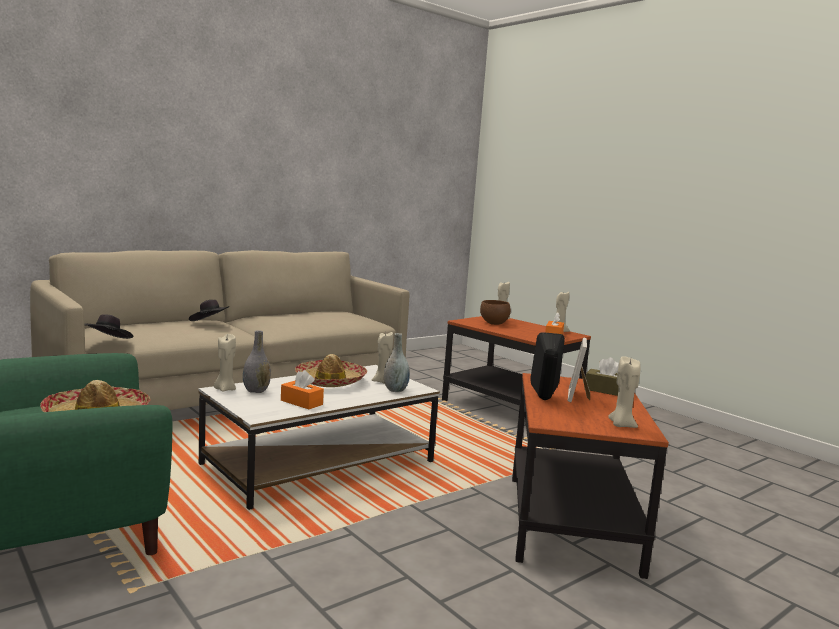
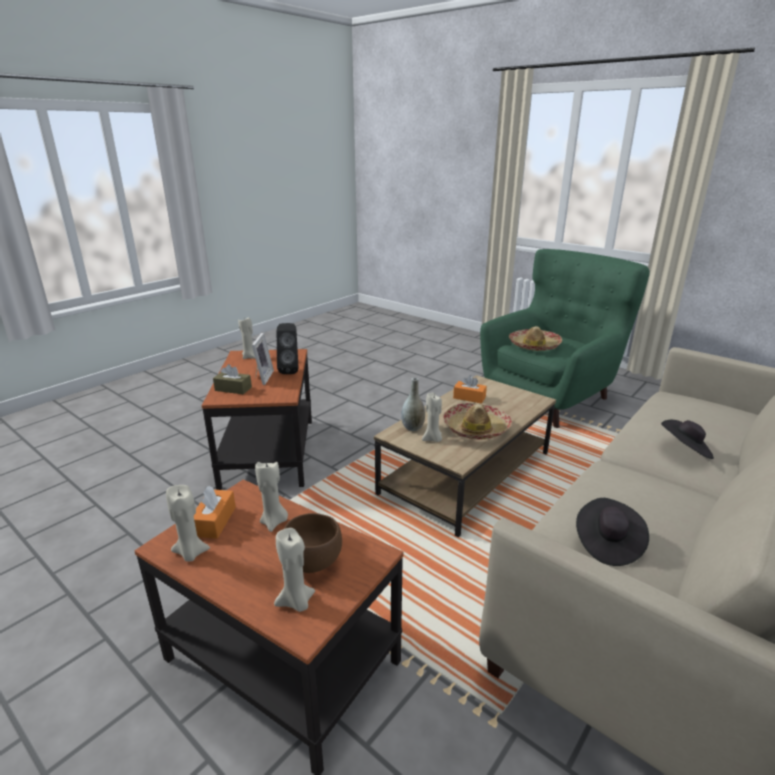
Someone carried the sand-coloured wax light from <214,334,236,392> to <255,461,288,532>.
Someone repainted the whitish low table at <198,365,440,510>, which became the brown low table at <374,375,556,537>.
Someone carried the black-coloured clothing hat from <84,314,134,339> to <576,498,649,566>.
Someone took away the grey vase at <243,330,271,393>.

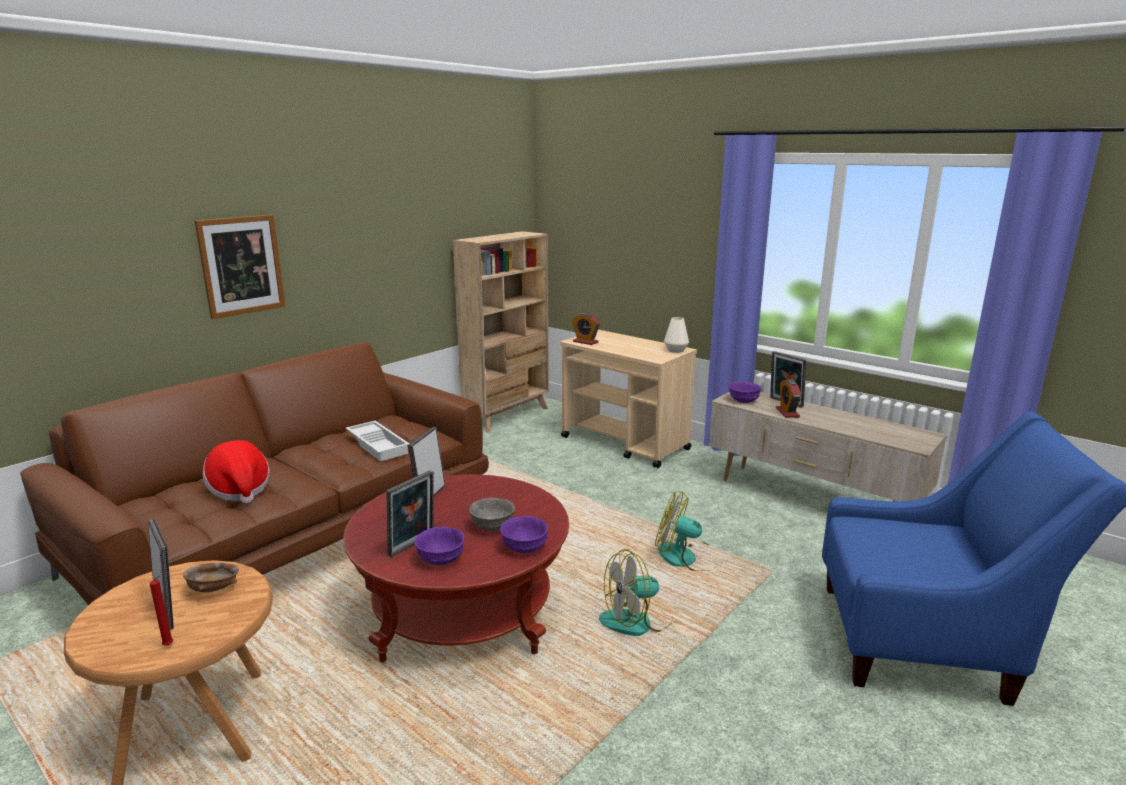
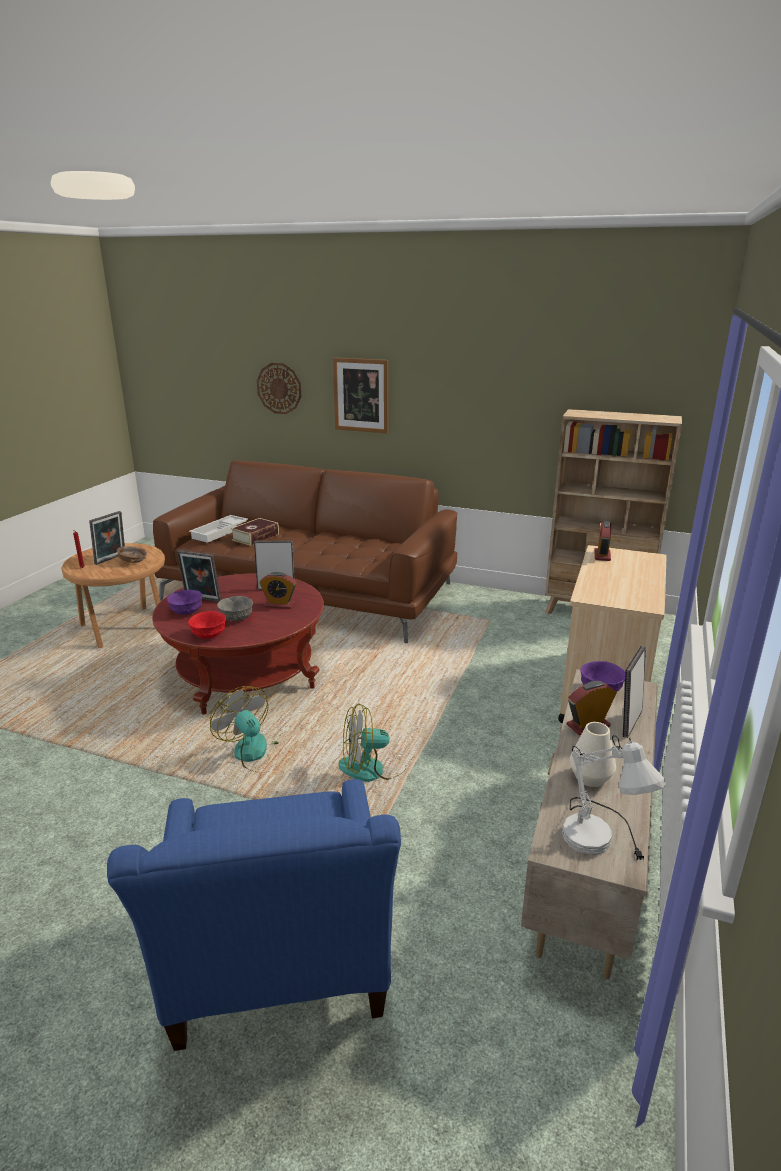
Someone repainted the purple bowl at <500,516,548,553>, which became the red bowl at <188,611,226,639>.
Someone carried the whitish carrying tray from <346,421,410,462> to <189,515,248,543>.
Someone swapped the clothing hat at <203,440,270,503> for the volume at <231,518,279,546>.
Someone put up the hanging clock at <257,363,302,414>.
Someone put down the alarm clock at <260,572,296,609>.
Someone rotated the electric fan at <655,491,710,571> by 105 degrees counterclockwise.
Someone put down the whitish table lamp at <562,735,666,863>.
Someone carried the whitish vase from <664,317,689,353> to <569,722,616,787>.

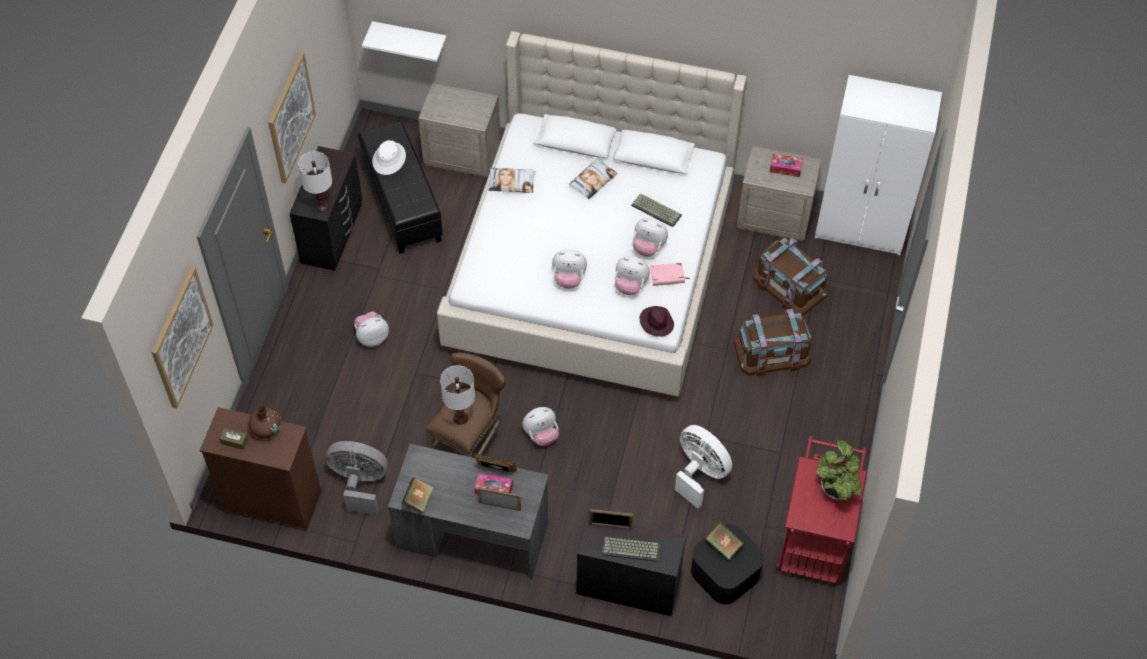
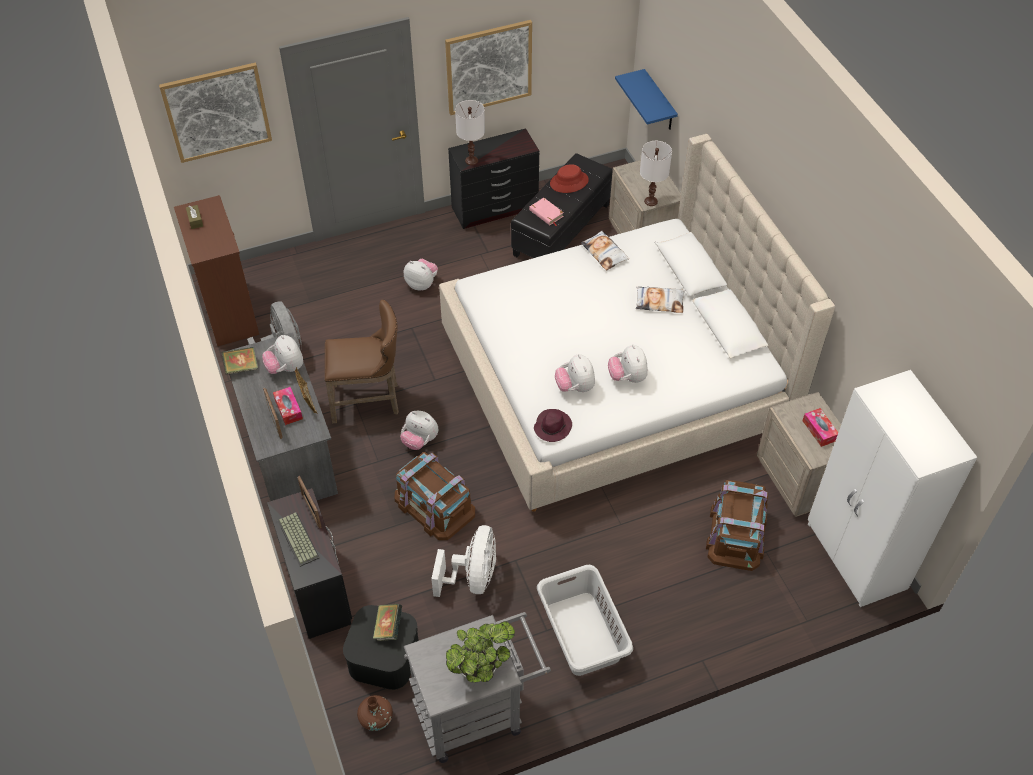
Someone carried the soft toy from <552,249,587,289> to <262,335,303,374>.
Someone carried the brown vase from <249,405,281,439> to <357,695,393,731>.
Someone carried the brown storage container from <734,309,812,376> to <395,452,475,540>.
Someone repainted the red cart at <776,436,867,584>, which became the grey cart at <404,612,551,763>.
Someone carried the pink-coloured volume from <650,263,689,286> to <529,198,564,226>.
Someone put down the grey laundry basket at <537,565,633,676>.
Someone repainted the whitish clothing hat at <372,140,406,175>, which became the red clothing hat at <550,164,589,193>.
Someone repainted the whitish bracket shelf at <362,21,446,62>, which became the blue-coloured bracket shelf at <615,69,678,130>.
Someone carried the whitish table lamp from <440,365,475,425> to <640,141,672,206>.
Someone took away the keyboard at <631,194,682,227>.

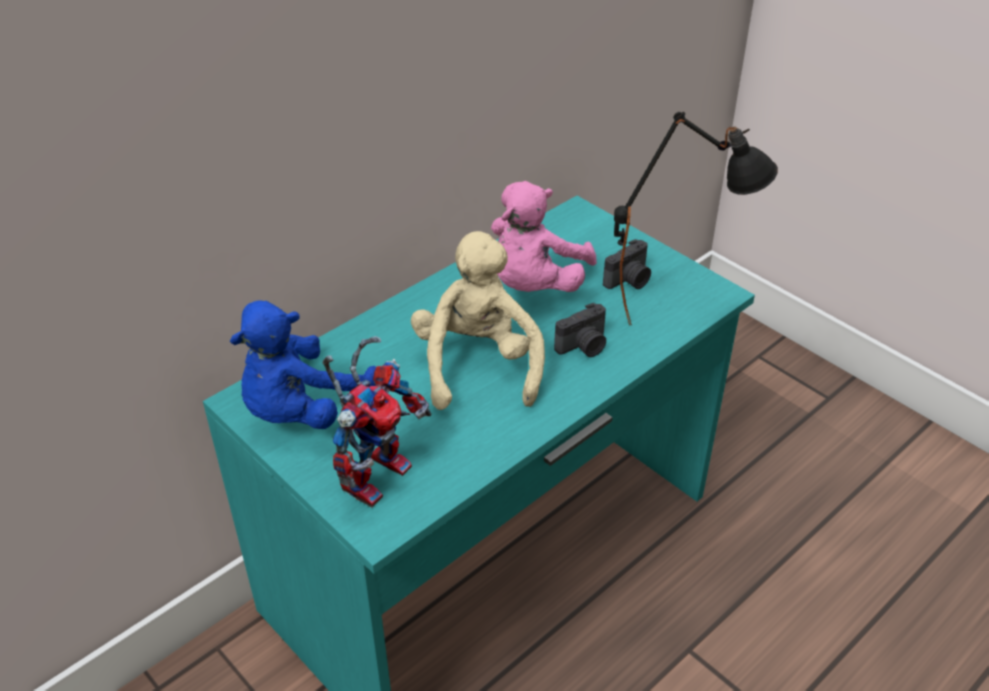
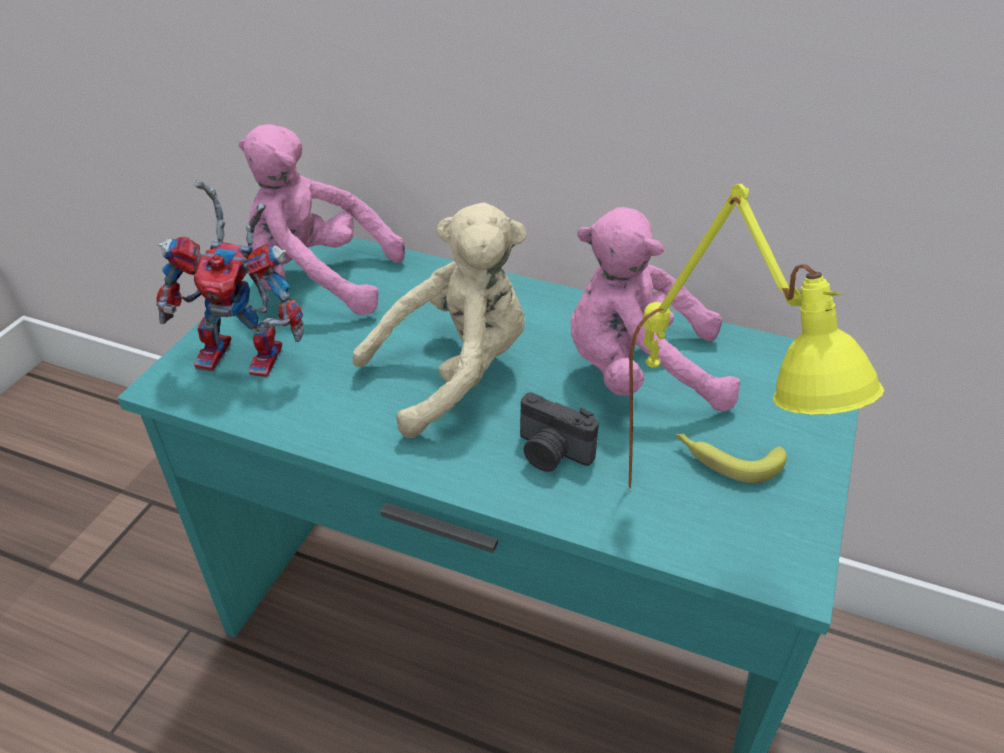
Someone repainted the blue-coloured soft toy at <230,300,376,429>, which became the pink-coloured soft toy at <239,124,405,315>.
Someone repainted the black-coloured table lamp at <614,111,778,325>, which became the yellow table lamp at <629,184,884,489>.
Someone swapped the still camera at <603,239,651,289> for the whole banana at <675,433,787,483>.

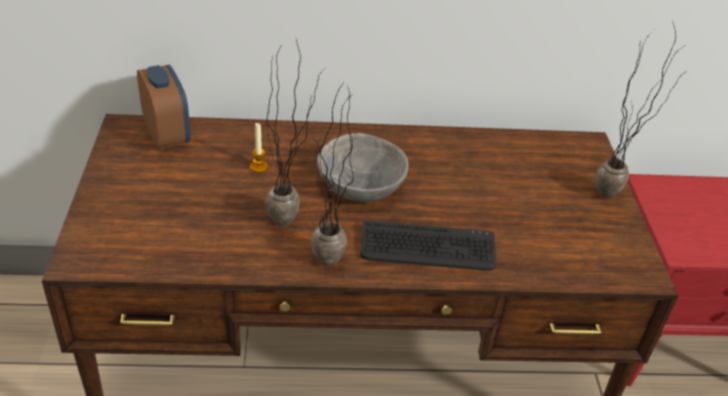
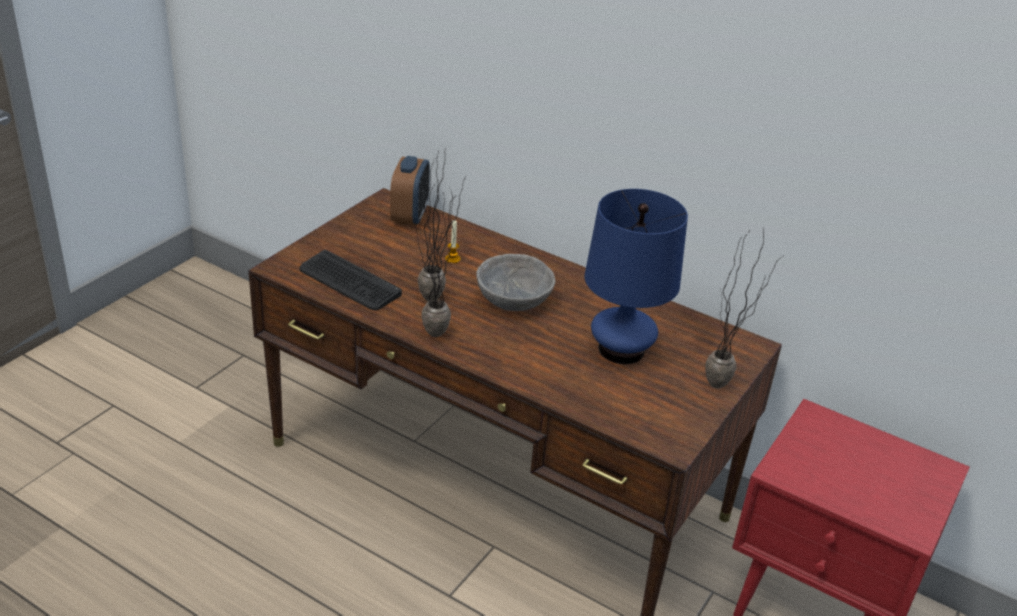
Someone carried the keyboard from <360,220,496,271> to <300,250,402,310>.
Someone put down the blue-coloured table lamp at <585,189,688,364>.

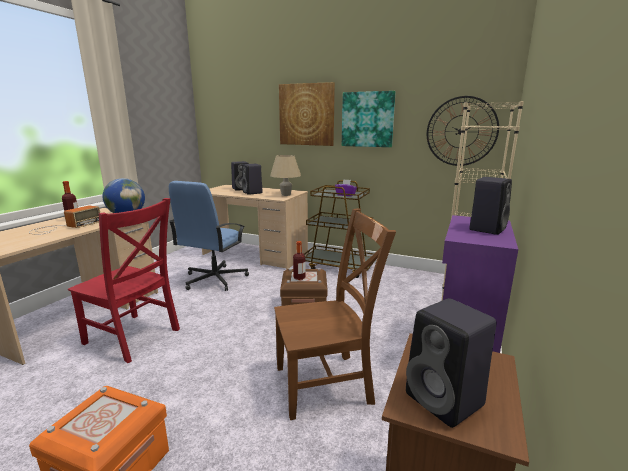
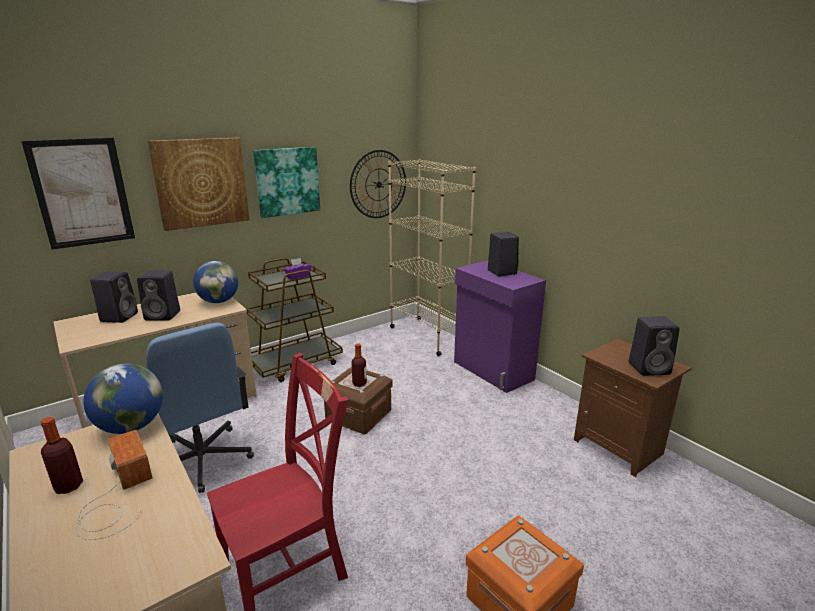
Someone put up the wall art at <21,137,135,249>.
Someone swapped the sand-coloured table lamp at <270,155,301,196> for the globe at <193,261,238,303>.
Someone took away the brown upright chair at <274,208,396,420>.

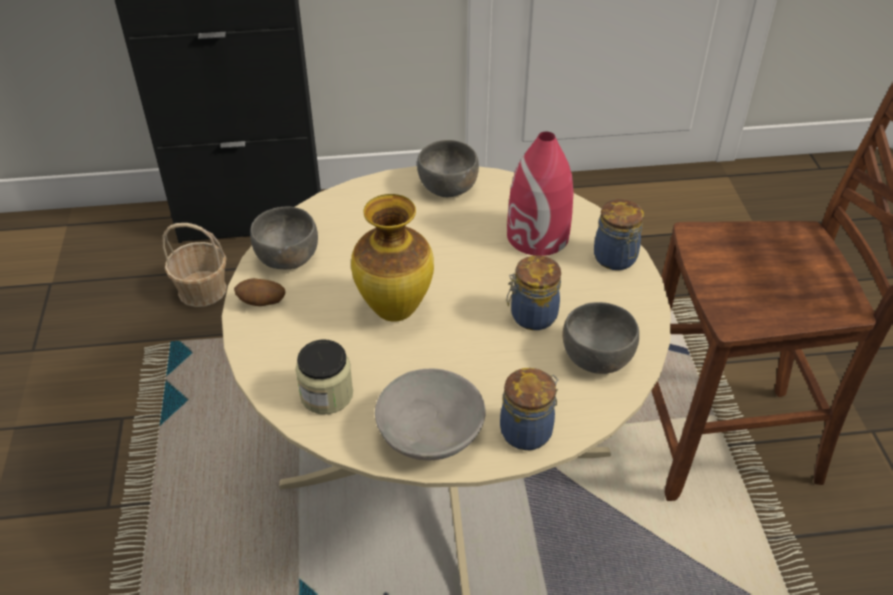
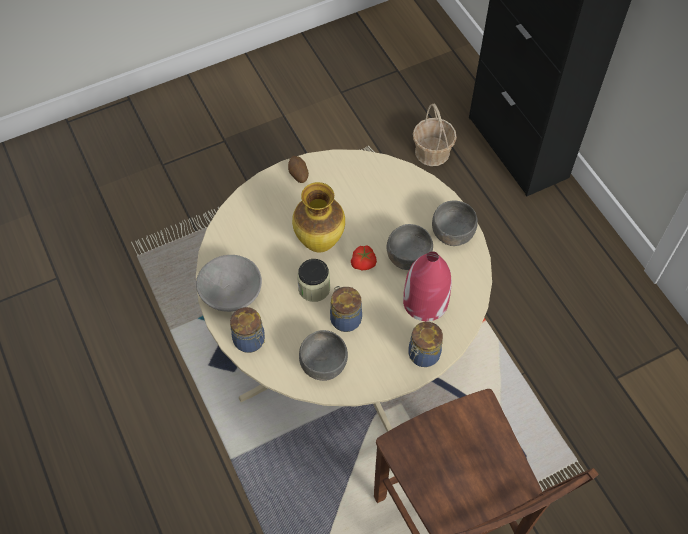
Someone carried the storage jar from <295,340,353,414> to <297,259,330,302>.
Someone put down the whole tomato at <351,245,377,270>.
Someone carried the grey bowl from <250,207,318,269> to <387,224,433,270>.

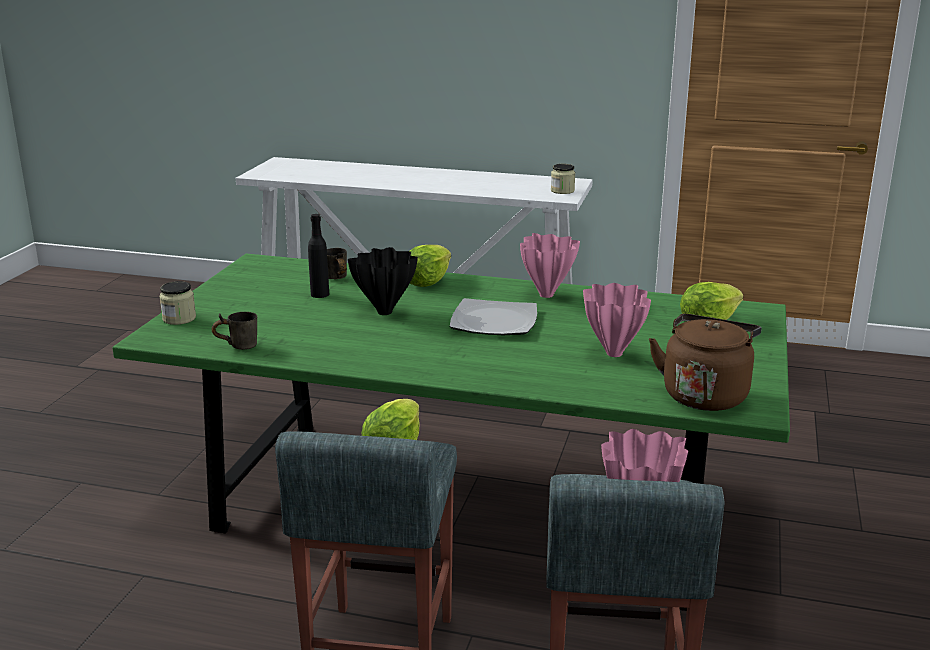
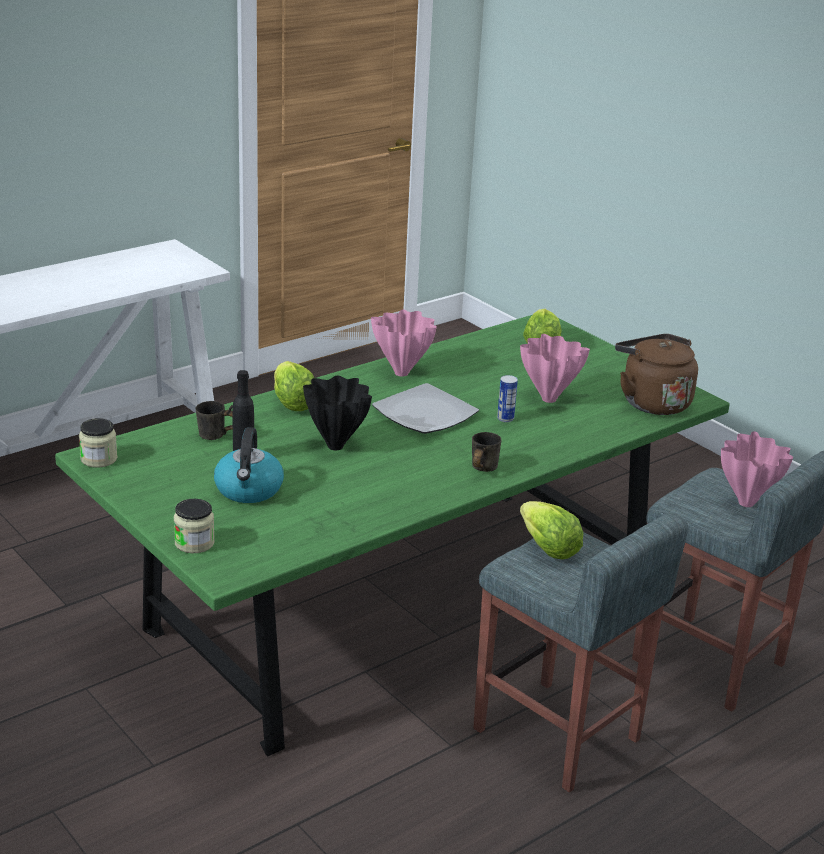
Someone carried the storage jar from <551,164,575,194> to <79,418,117,468>.
Someone put down the water kettle at <214,427,284,503>.
Someone carried the grey mug from <212,312,257,350> to <472,432,501,472>.
Someone put down the can at <497,375,518,422>.

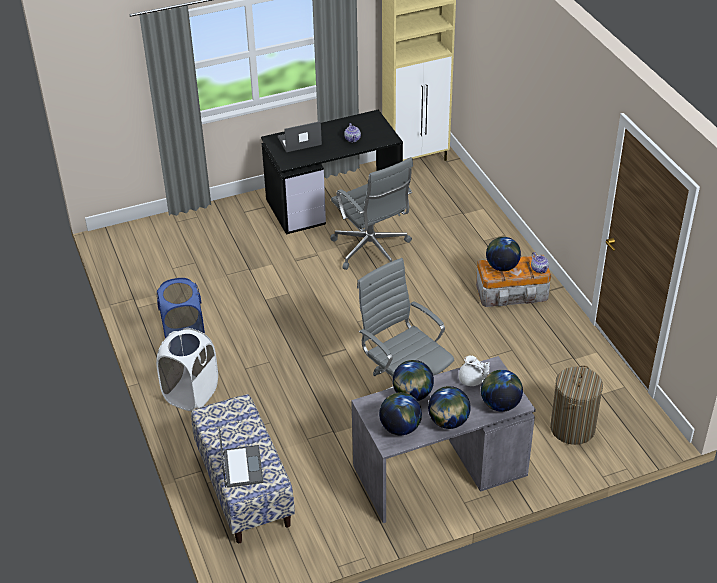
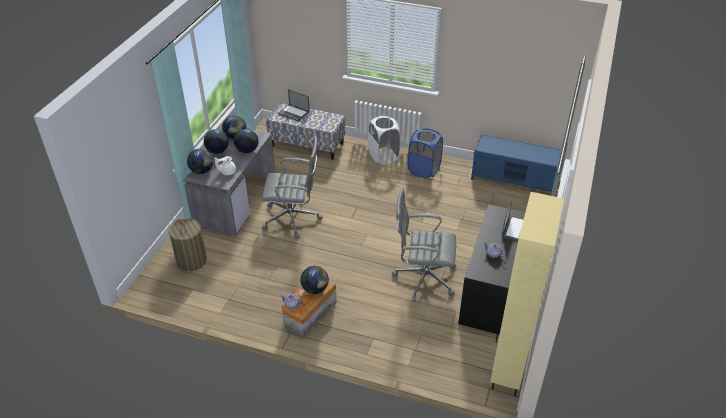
Someone put down the blue-coloured long seat at <471,134,565,192>.

